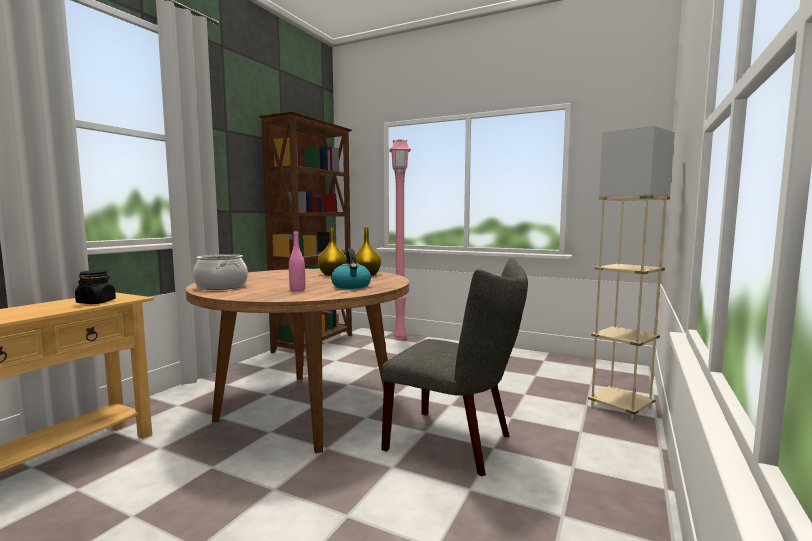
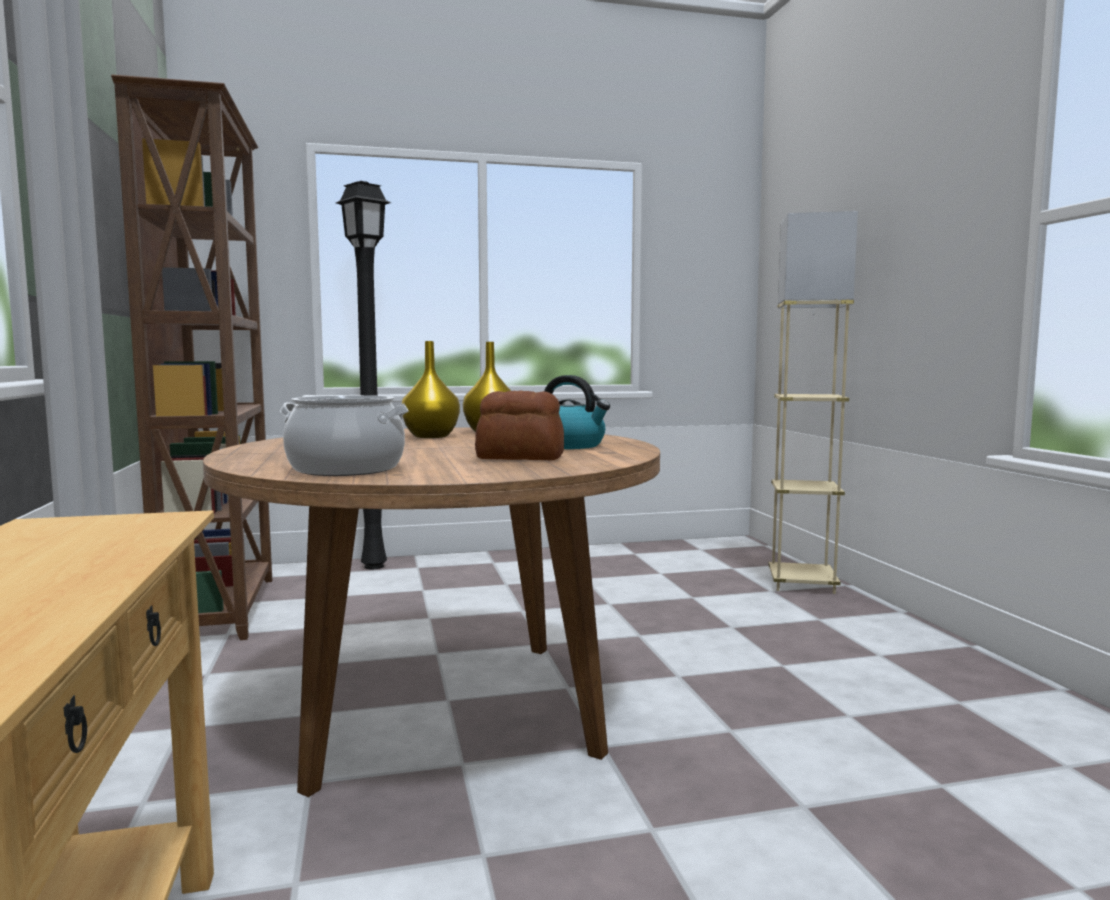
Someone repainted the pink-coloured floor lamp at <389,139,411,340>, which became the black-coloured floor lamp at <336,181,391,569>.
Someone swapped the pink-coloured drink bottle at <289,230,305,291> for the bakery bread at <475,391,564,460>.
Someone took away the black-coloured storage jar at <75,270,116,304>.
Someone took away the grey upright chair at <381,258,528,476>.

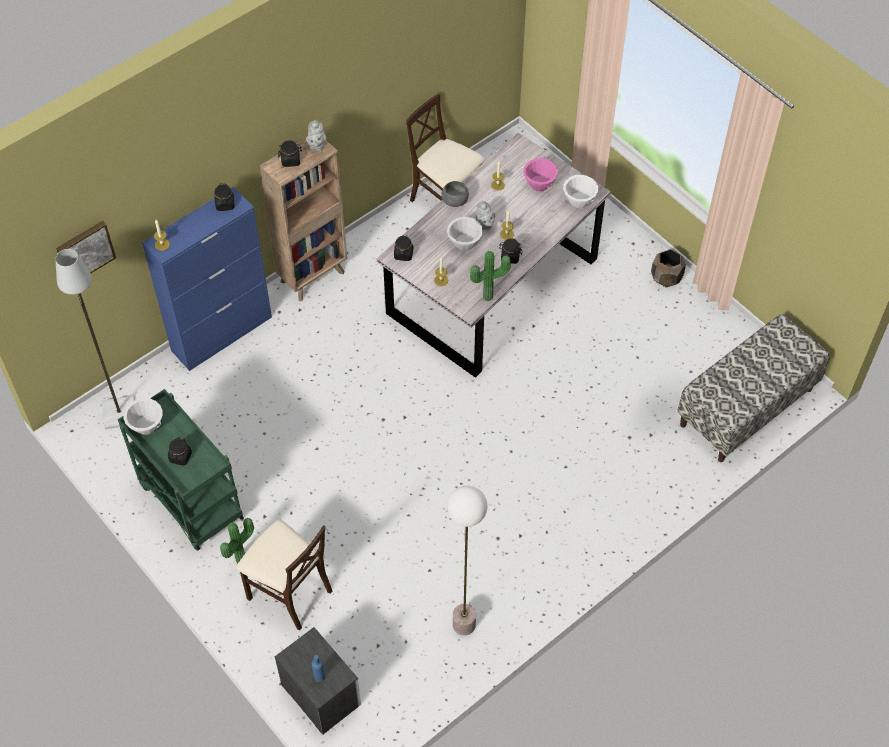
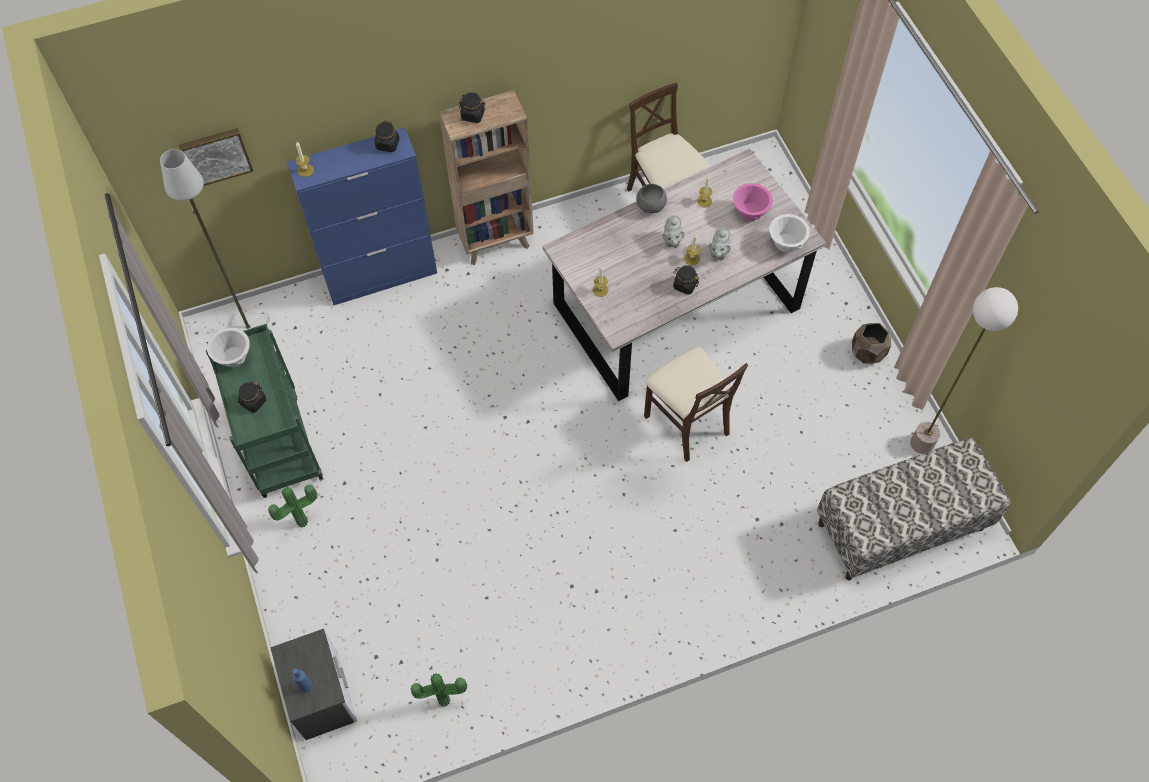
Someone carried the potted plant from <470,251,511,301> to <411,673,467,707>.
Someone carried the sand-coloured upright chair from <236,519,332,631> to <644,347,748,462>.
Someone carried the grey teapot from <306,120,326,151> to <709,227,731,260>.
Someone carried the floor lamp from <447,486,487,635> to <910,287,1018,454>.
Someone took away the black-coloured storage jar at <394,235,413,261>.
Someone took away the whitish bowl at <447,217,483,251>.

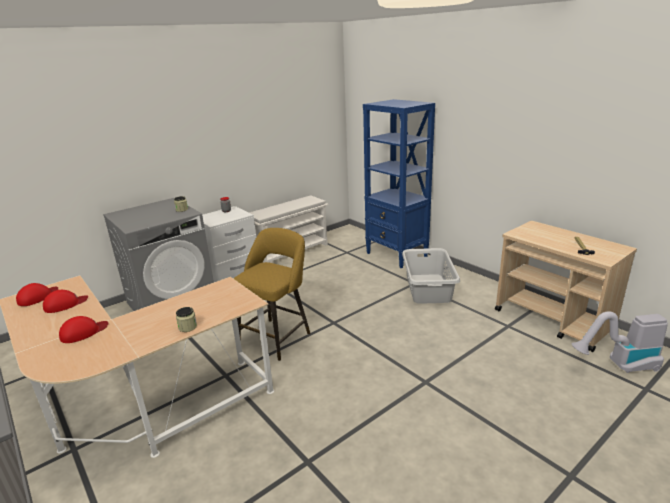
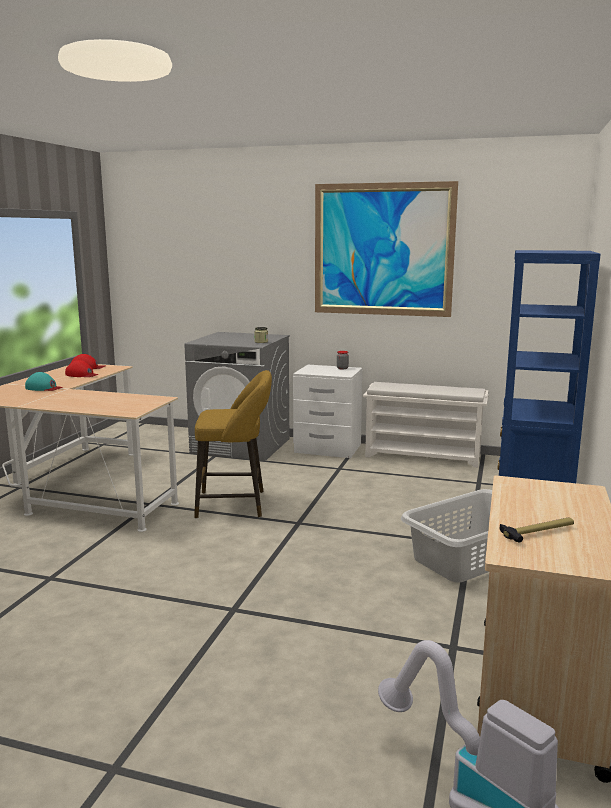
Someone repainted the red cap at <59,316,109,343>, which became the blue-green cap at <25,372,63,391>.
Someone put up the wall art at <315,181,458,317>.
Someone took away the storage jar at <176,307,197,332>.

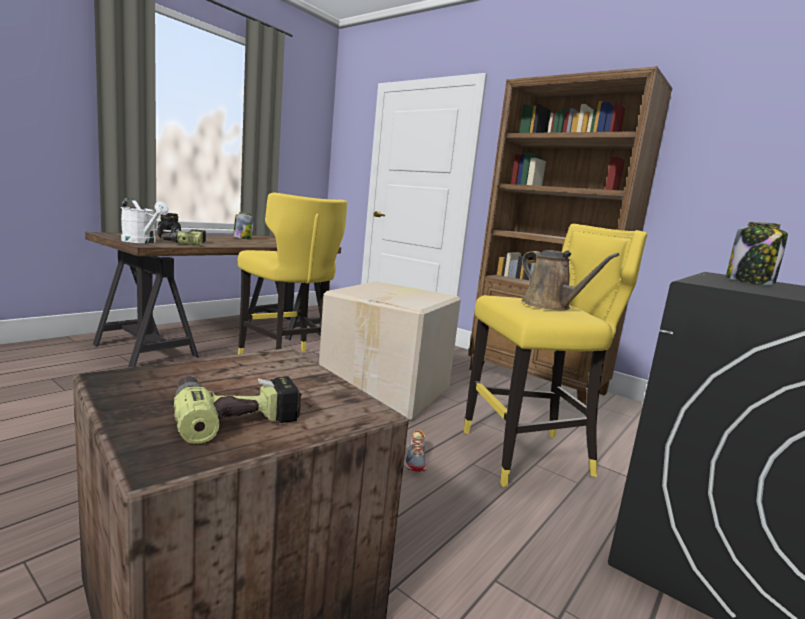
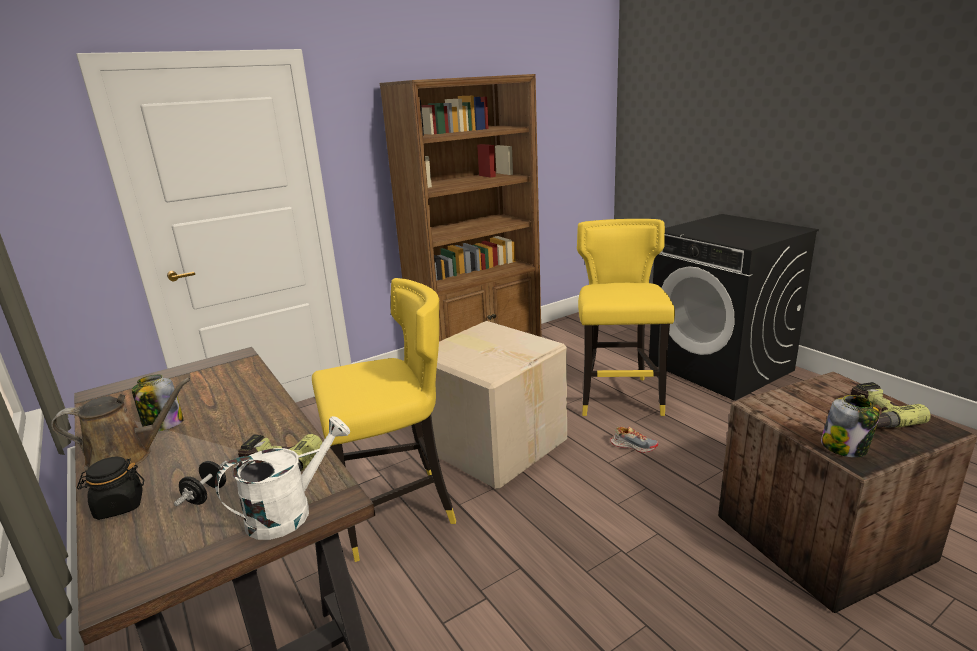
Someone carried the brown watering pot from <522,250,620,310> to <51,378,191,471>.
Someone carried the storage jar from <726,222,788,285> to <821,395,880,458>.

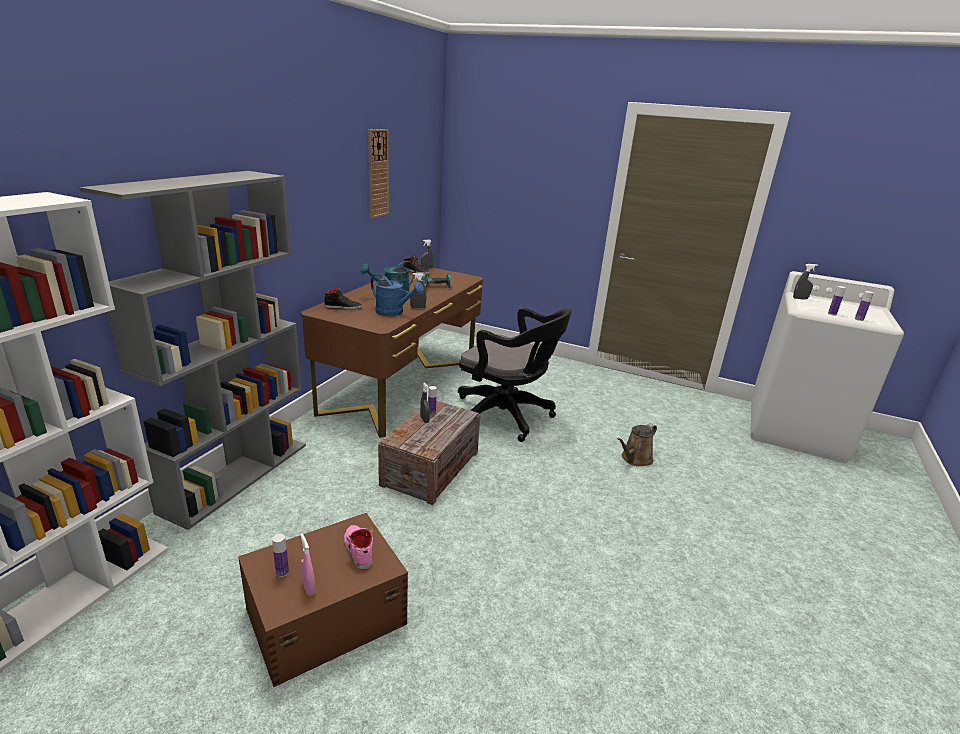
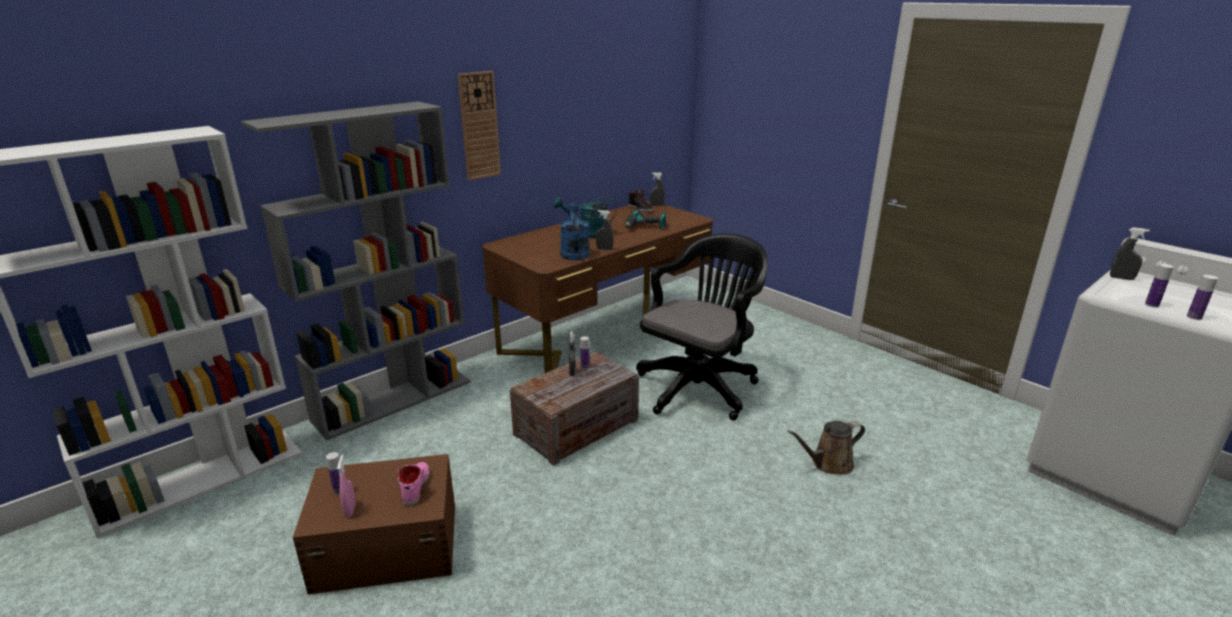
Someone carried the hanging clock from <368,129,389,218> to <458,71,501,181>.
Someone rotated the blue-coloured watering pot at <371,273,424,316> by 150 degrees counterclockwise.
Someone rotated the black-coloured office chair at <458,308,572,442> by 105 degrees counterclockwise.
Someone took away the black-coloured item of footwear at <324,287,362,310>.

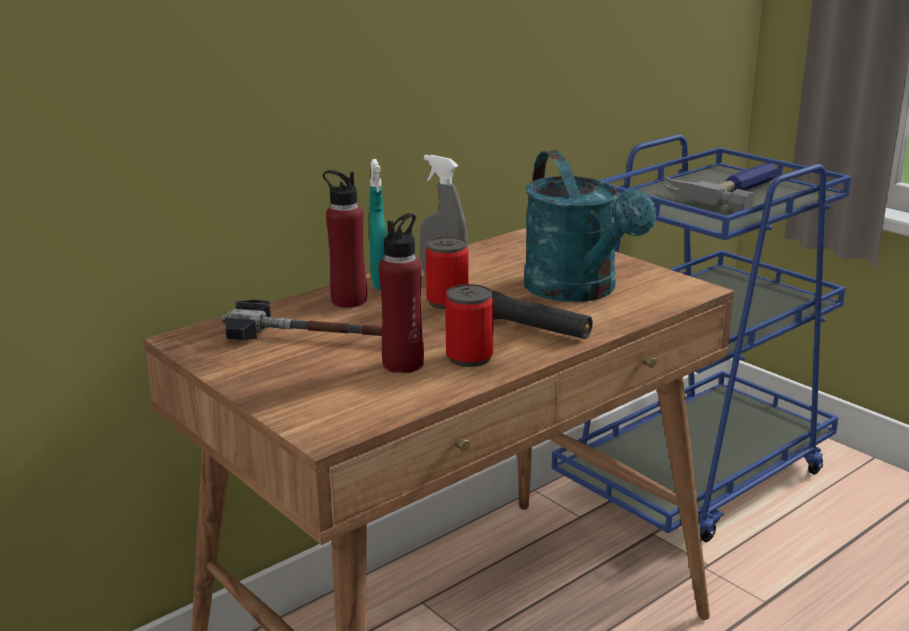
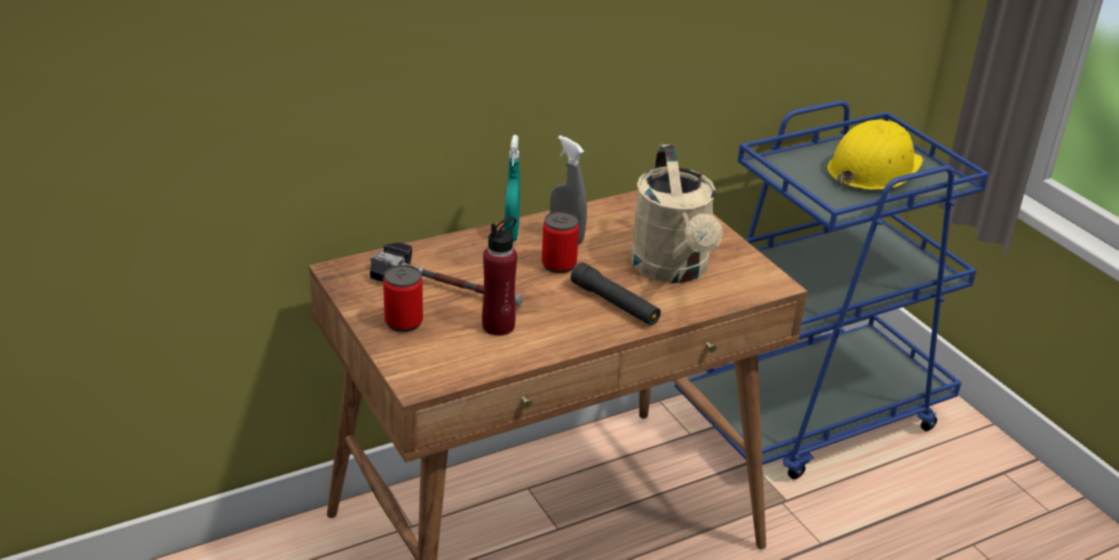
Someone carried the can from <445,284,494,367> to <383,265,423,332>.
Someone repainted the blue-green watering pot at <524,150,656,302>, which became the sand-coloured watering pot at <630,145,723,283>.
Someone swapped the tool hammer at <665,163,777,211> for the yellow hard hat at <827,120,923,190>.
Someone took away the red drink bottle at <323,170,367,308>.

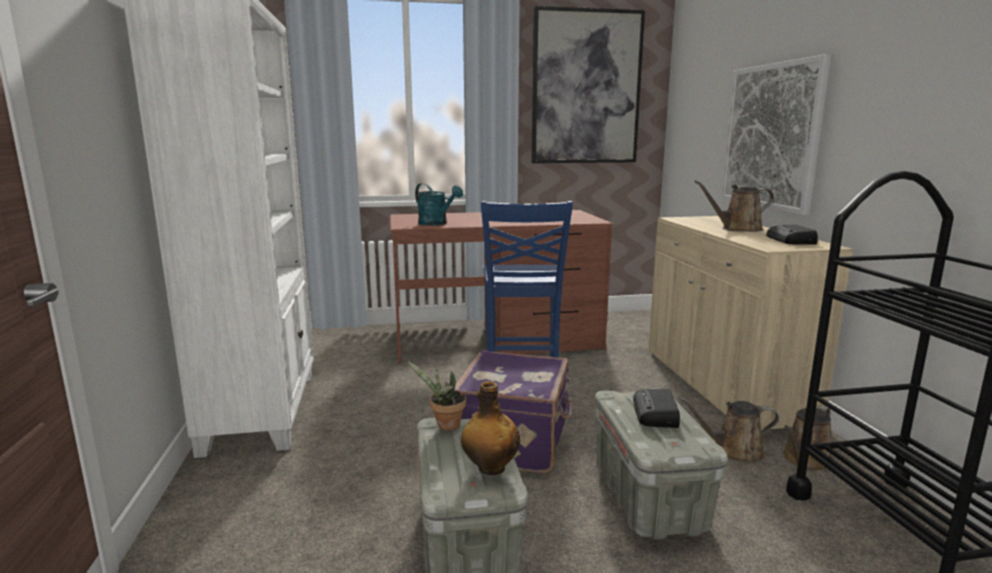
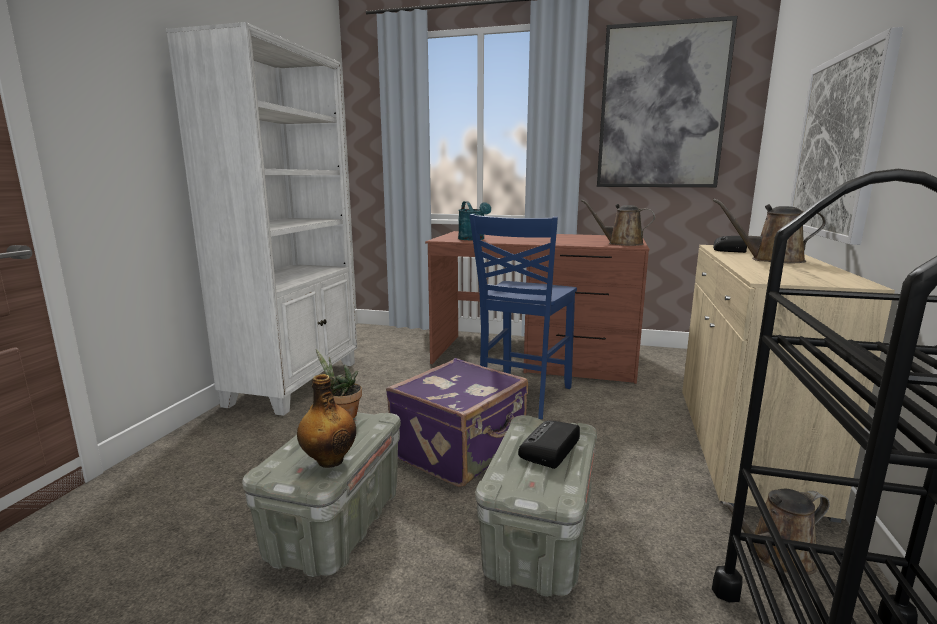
Someone carried the brown watering pot from <679,397,779,463> to <581,200,655,246>.
Someone carried the radio set from <766,224,818,244> to <713,236,747,253>.

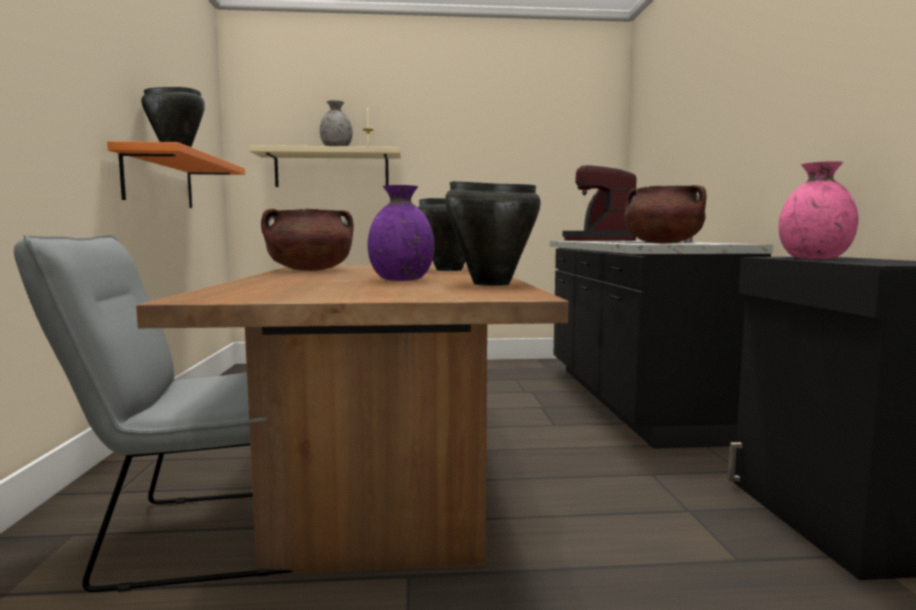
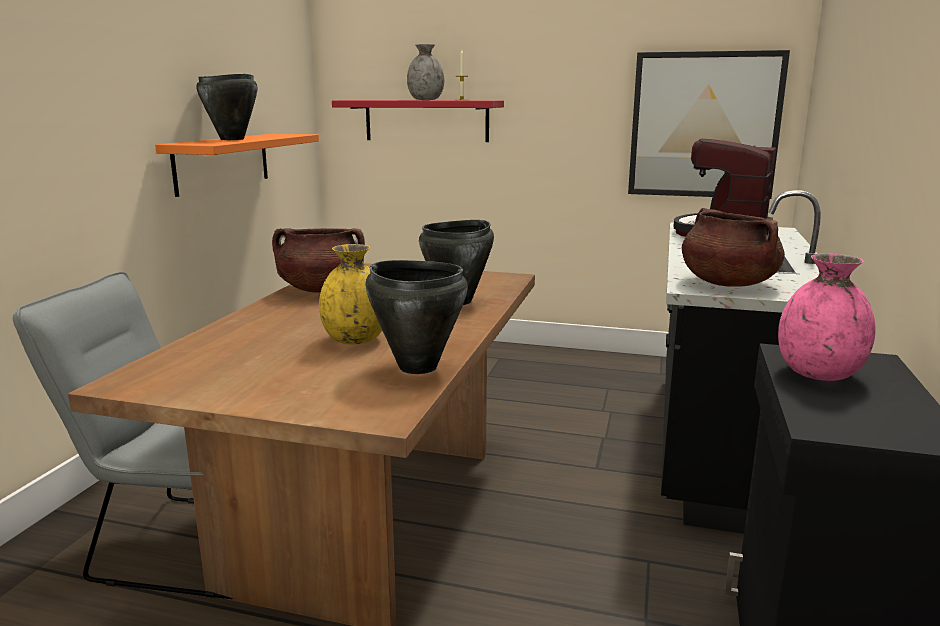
Someone repainted the purple vase at <368,185,435,281>, which became the yellow vase at <319,244,382,344>.
Someone repainted the sand-coloured bracket shelf at <249,145,401,187>, which became the red bracket shelf at <332,100,504,142>.
Someone put up the wall art at <628,50,790,199>.

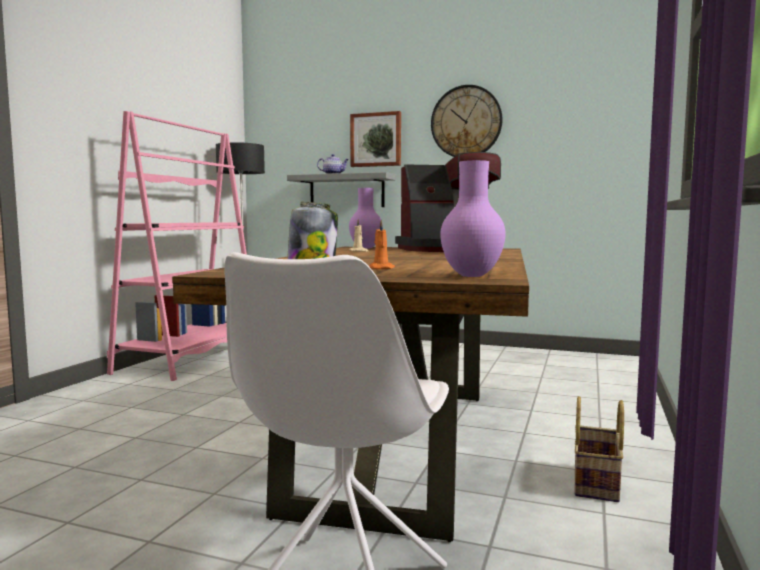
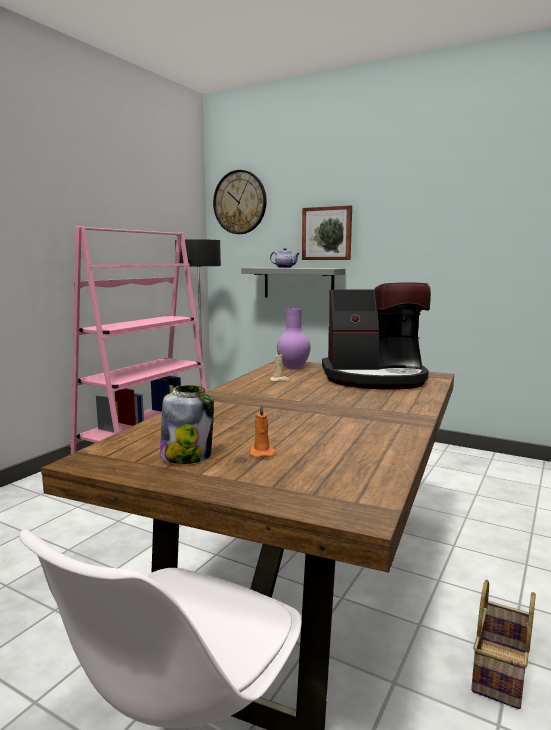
Someone carried the hanging clock from <431,85,503,157> to <213,170,267,234>.
Someone took away the purple vase at <440,160,506,277>.

